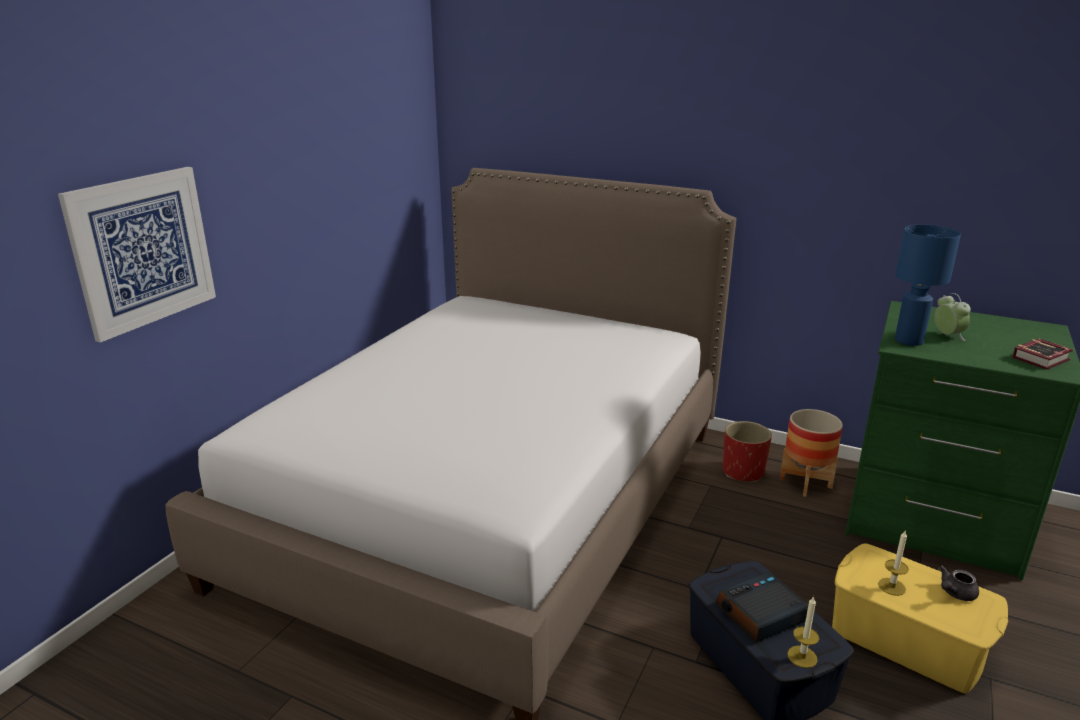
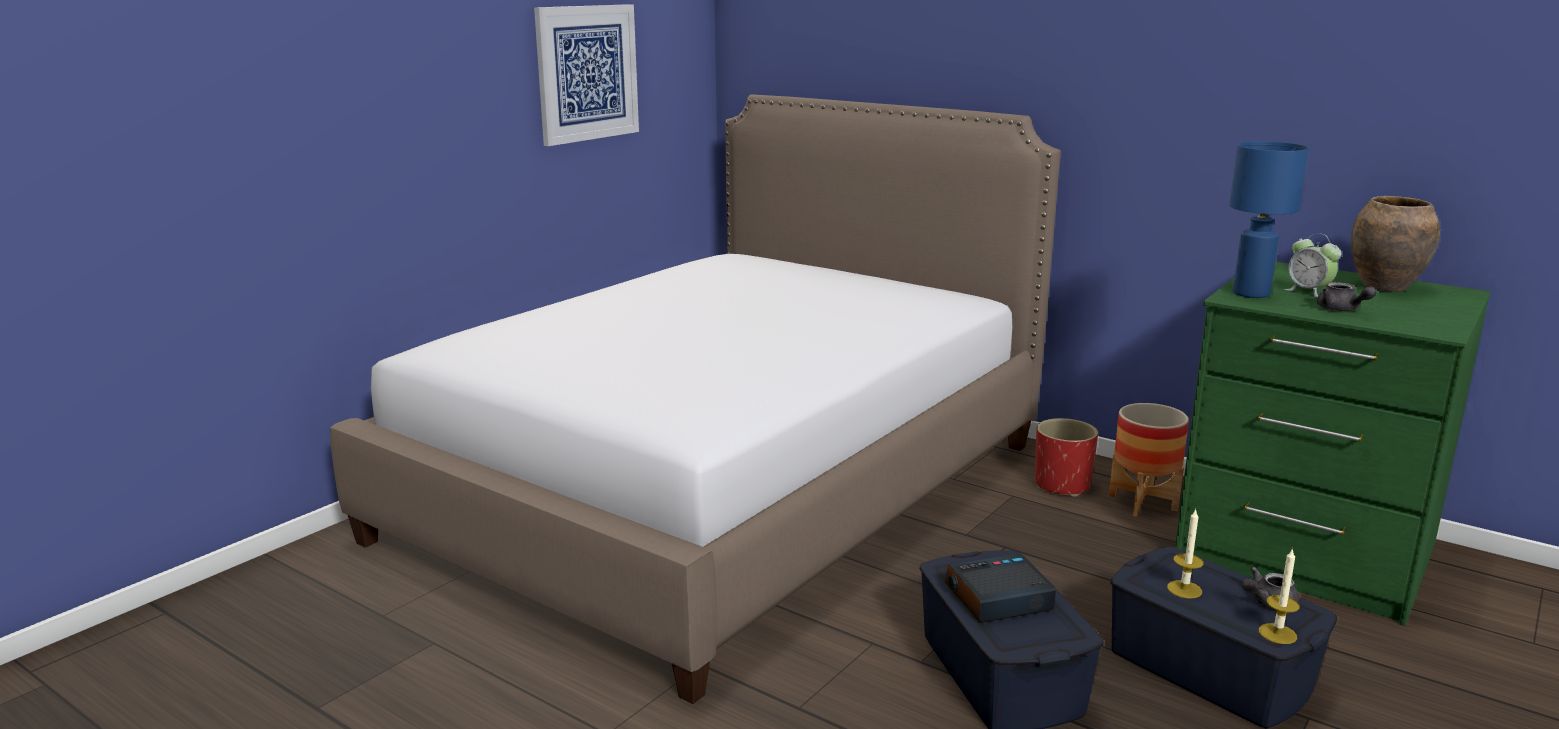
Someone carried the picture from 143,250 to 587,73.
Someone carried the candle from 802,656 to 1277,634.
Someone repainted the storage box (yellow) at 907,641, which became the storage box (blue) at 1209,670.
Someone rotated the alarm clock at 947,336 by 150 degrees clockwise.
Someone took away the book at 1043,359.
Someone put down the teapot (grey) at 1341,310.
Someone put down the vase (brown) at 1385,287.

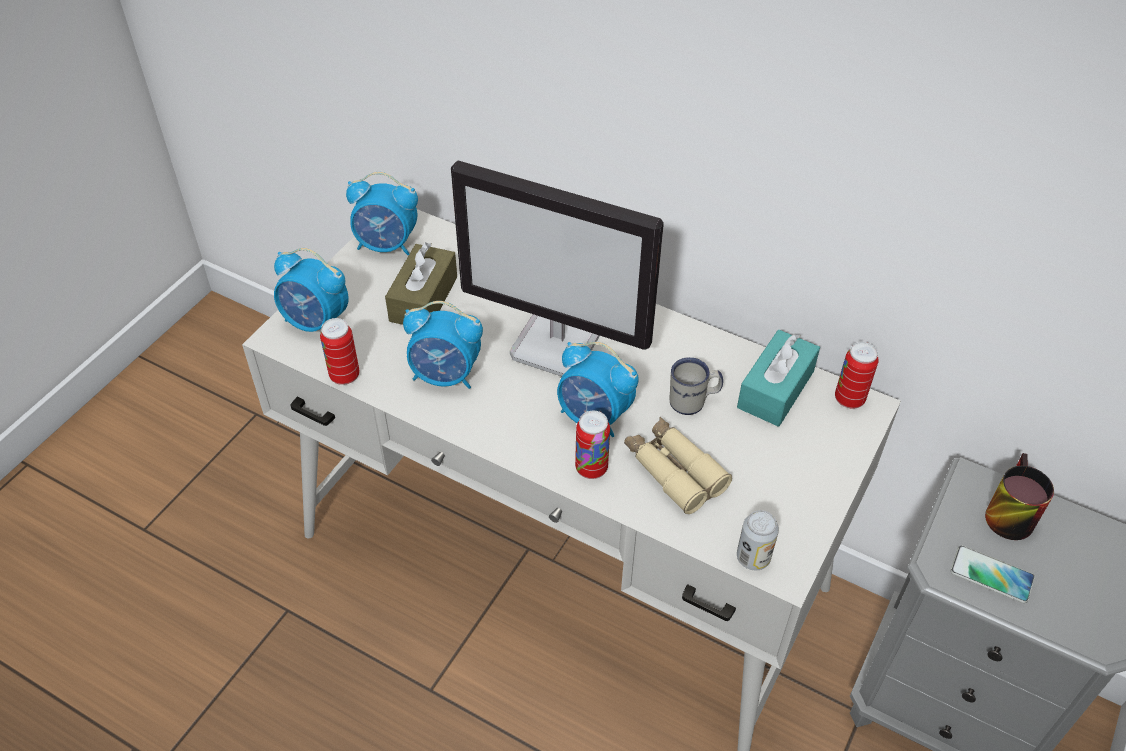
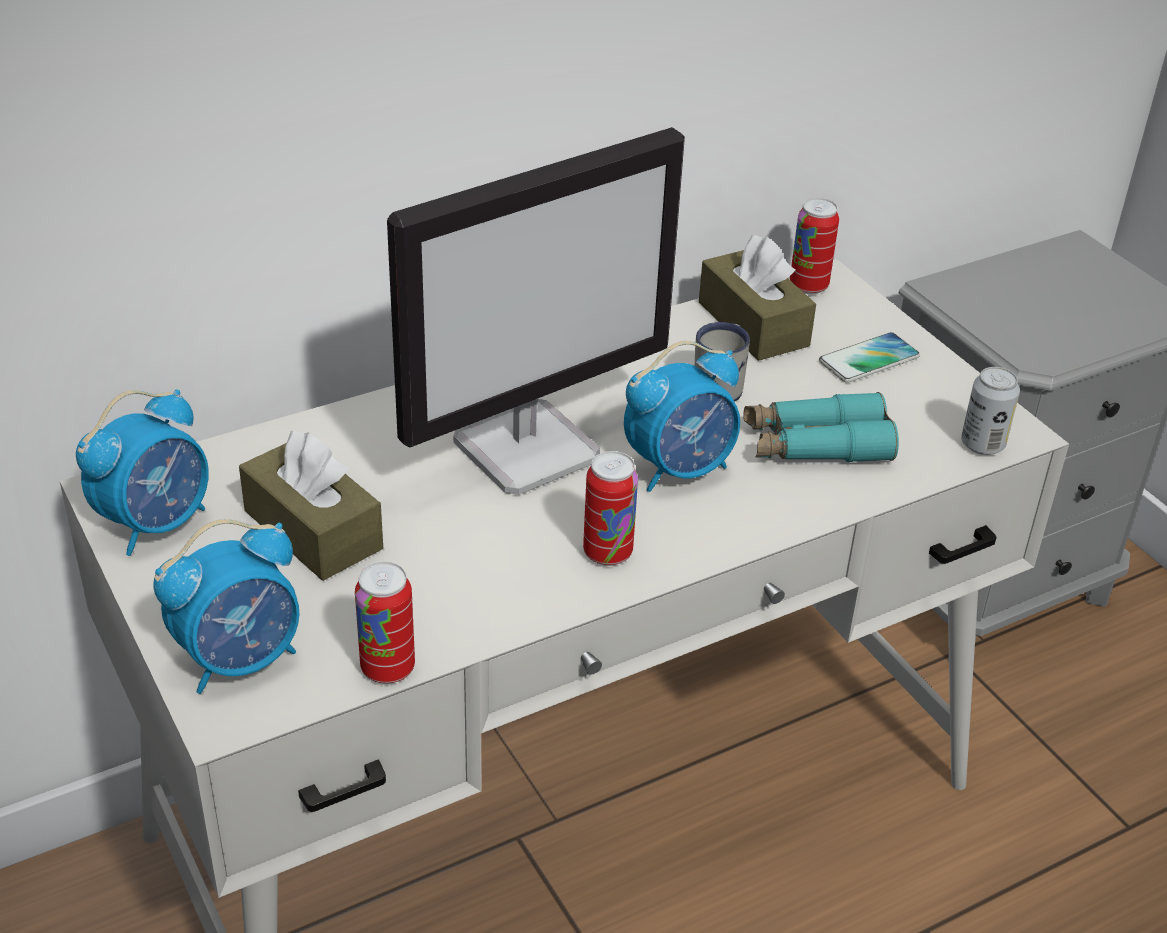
Someone took away the alarm clock at 446,376.
Someone carried the can from 591,468 to 607,553.
Someone repainted the binoculars (beige) at 674,471, which became the binoculars (turquoise) at 816,445.
Someone repainted the tissue box (turquoise) at 775,389, which became the tissue box (brown) at 753,324.
Someone carried the phone from 991,575 to 869,359.
Someone took away the mug at 1005,511.

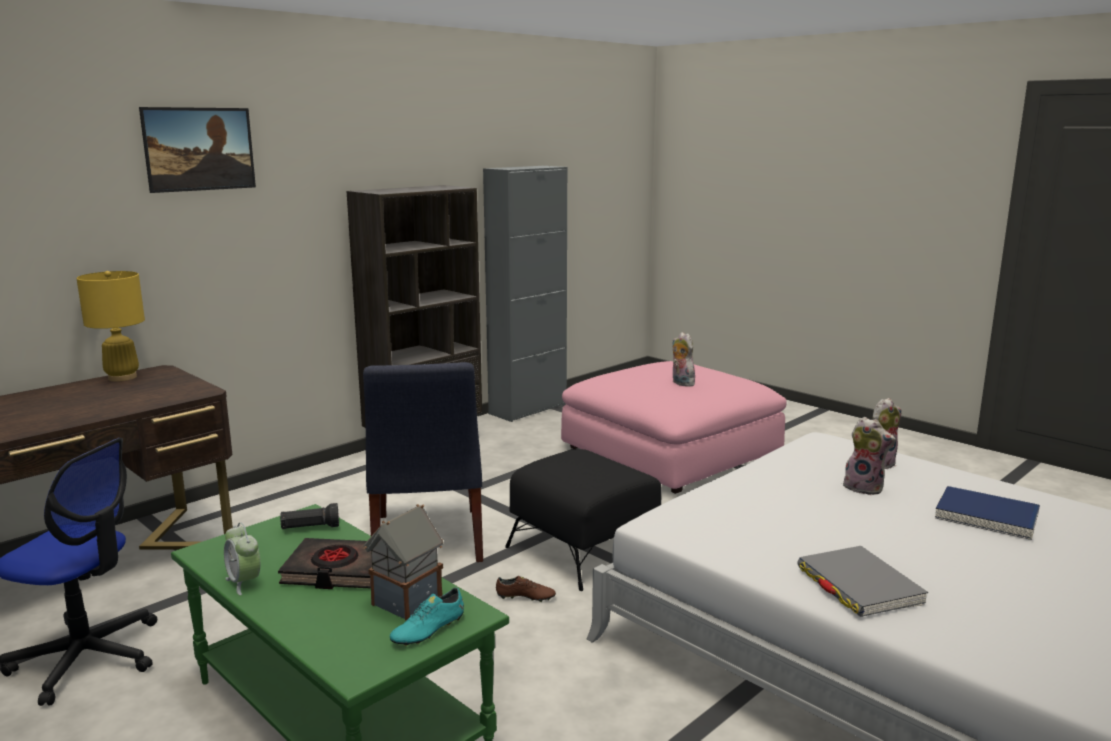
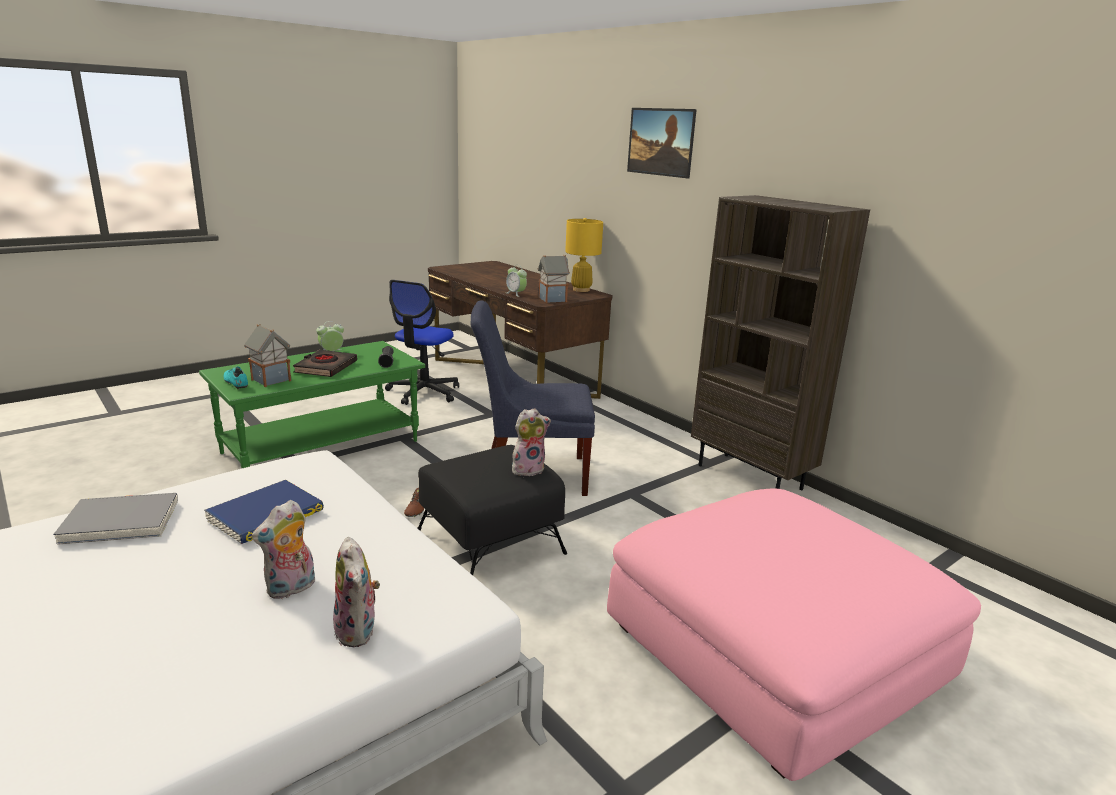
Someone took away the cabinet (grey) at 528,409.
Someone carried the plush toy from 681,383 to 528,469.
Someone carried the book (blue) from 986,516 to 266,516.
Someone put down the alarm clock at 516,294.
Someone put down the toy house at 551,300.

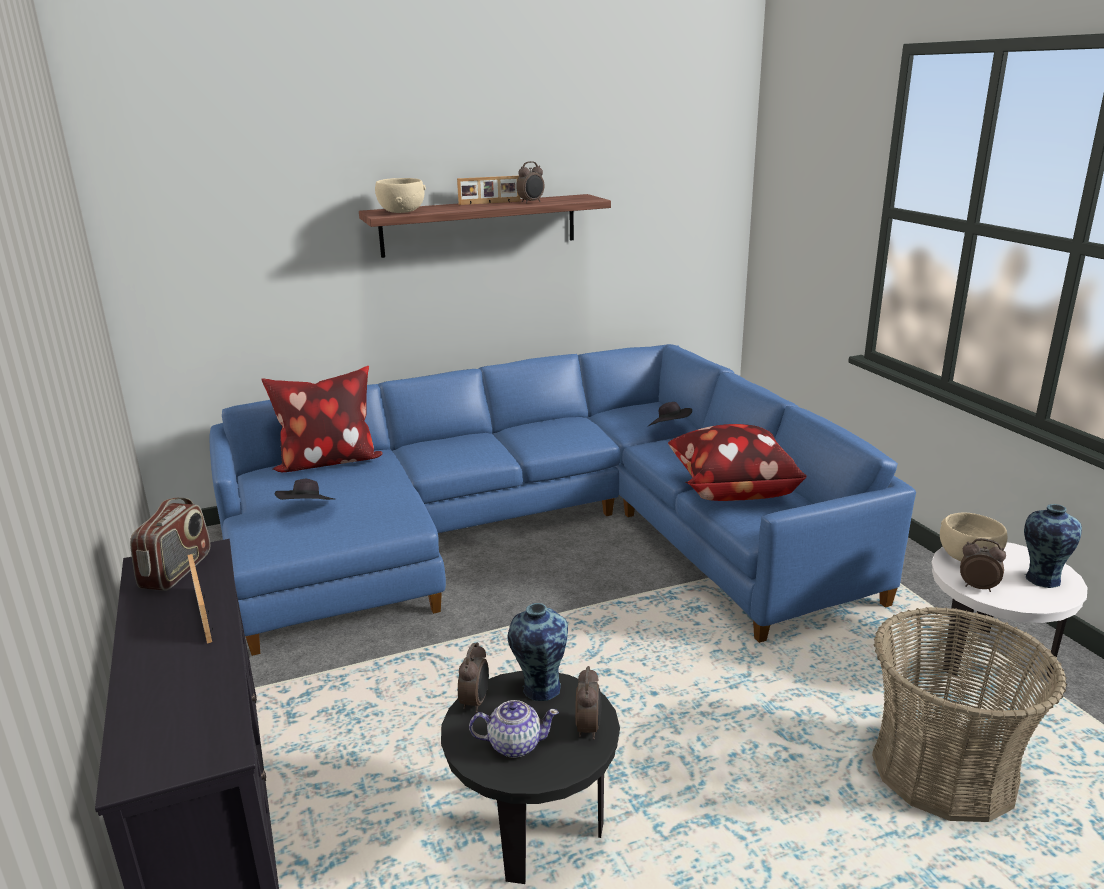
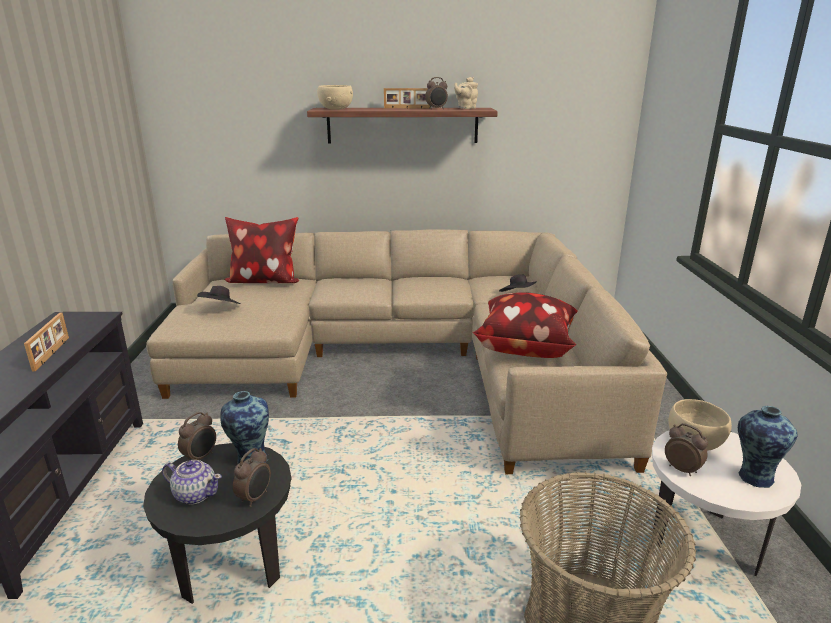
Someone took away the radio at 177,571.
Someone repainted the sofa (blue) at 540,533, which became the sofa (beige) at 404,358.
Someone put down the teapot (beige) at 465,108.

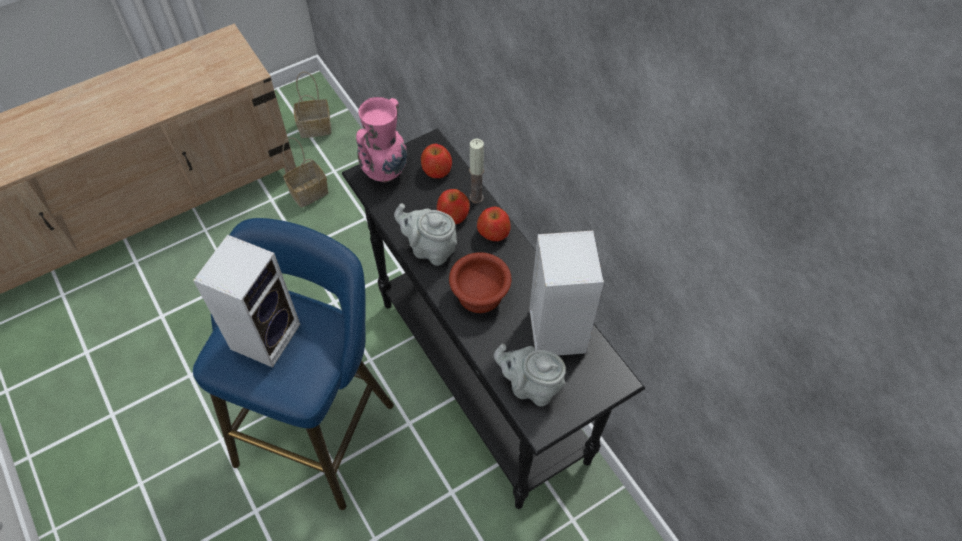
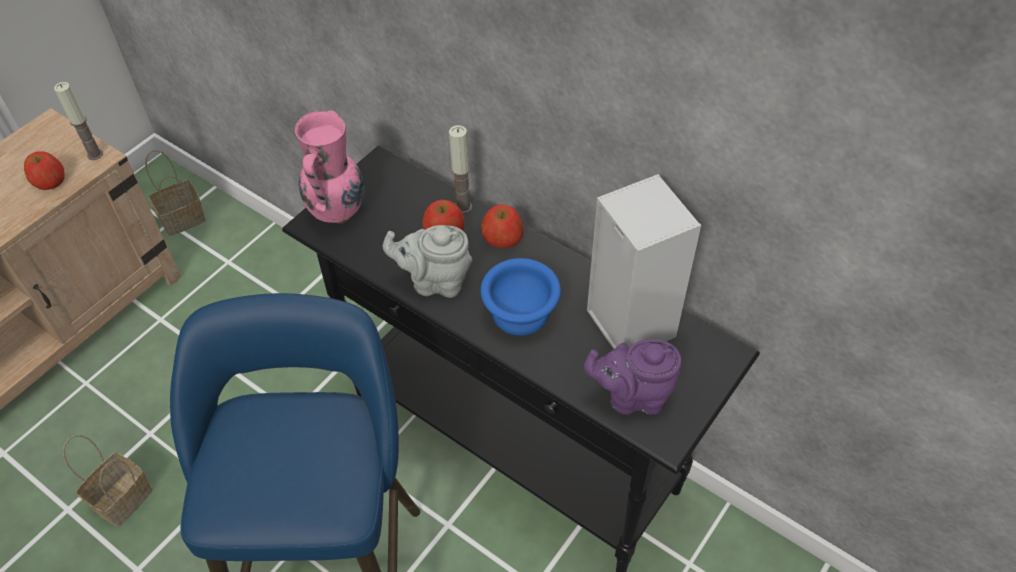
Someone took away the speaker at 266,334.
Someone carried the basket from 309,191 to 123,497.
Someone carried the apple from 436,169 to 49,181.
Someone repainted the bowl (brown) at 480,292, which became the bowl (blue) at 520,310.
Someone repainted the teapot (grey) at 531,387, which became the teapot (purple) at 632,396.
Someone put down the candle at 95,154.

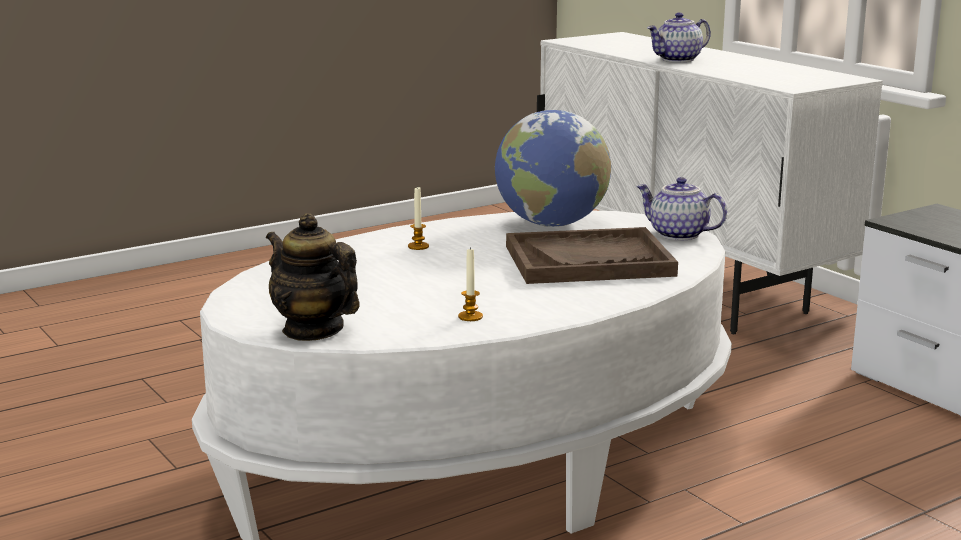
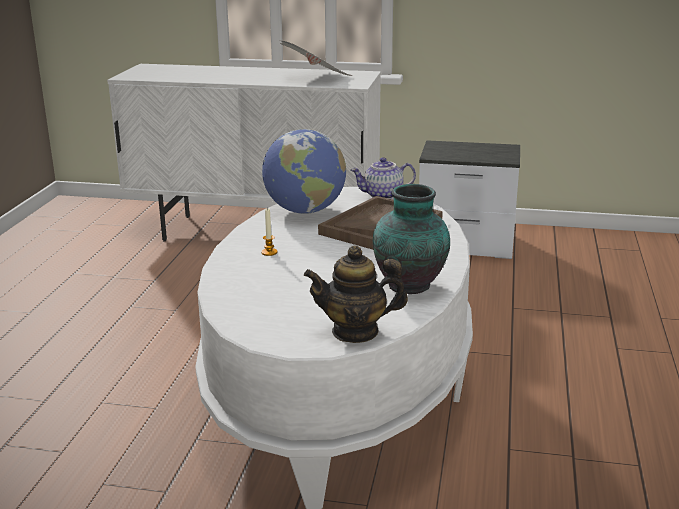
Someone swapped the candle at 470,317 for the vase at 411,285.
Someone took away the teapot at 678,60.
Someone put down the newspaper at 316,78.

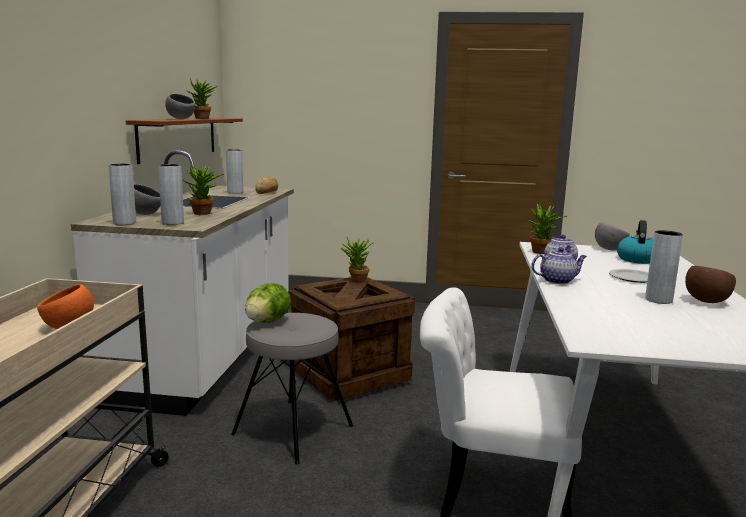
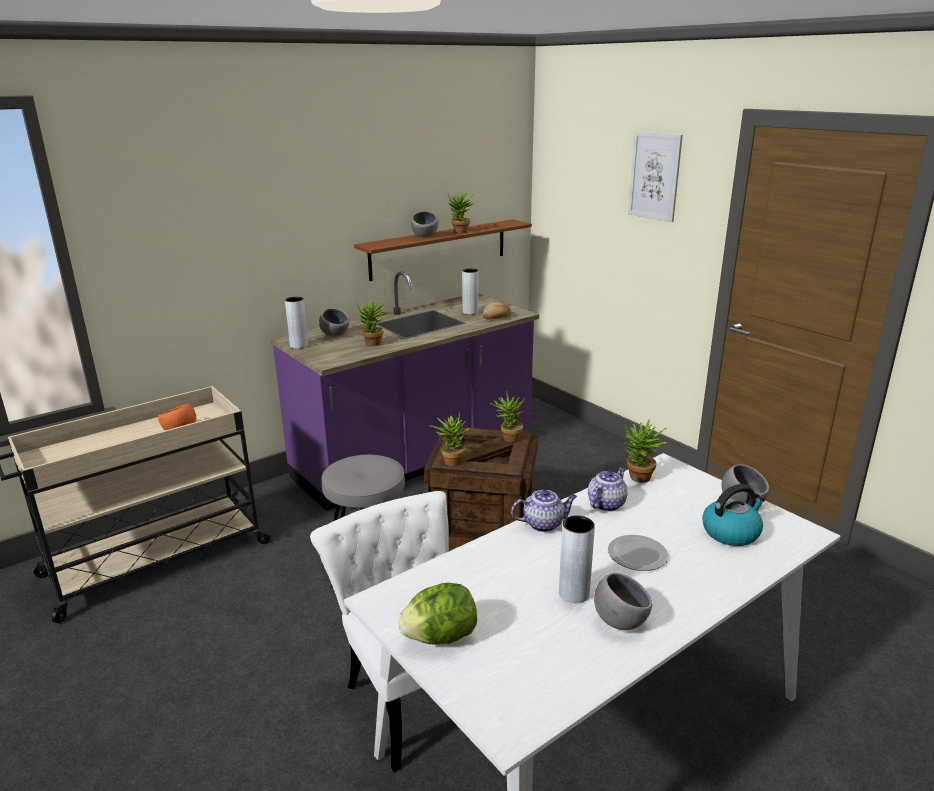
Someone repainted the counter (white) at 210,353, which became the counter (purple) at 416,460.
Someone took away the vase (grey) at 172,223.
Someone carried the lettuce from 267,322 to 440,637.
Someone rotated the teapot at 557,281 by 45 degrees counterclockwise.
Someone repainted the bowl (brown) at 706,302, which became the bowl (grey) at 619,621.
Someone put down the potted plant at 450,460.
Someone put up the picture at 654,176.

